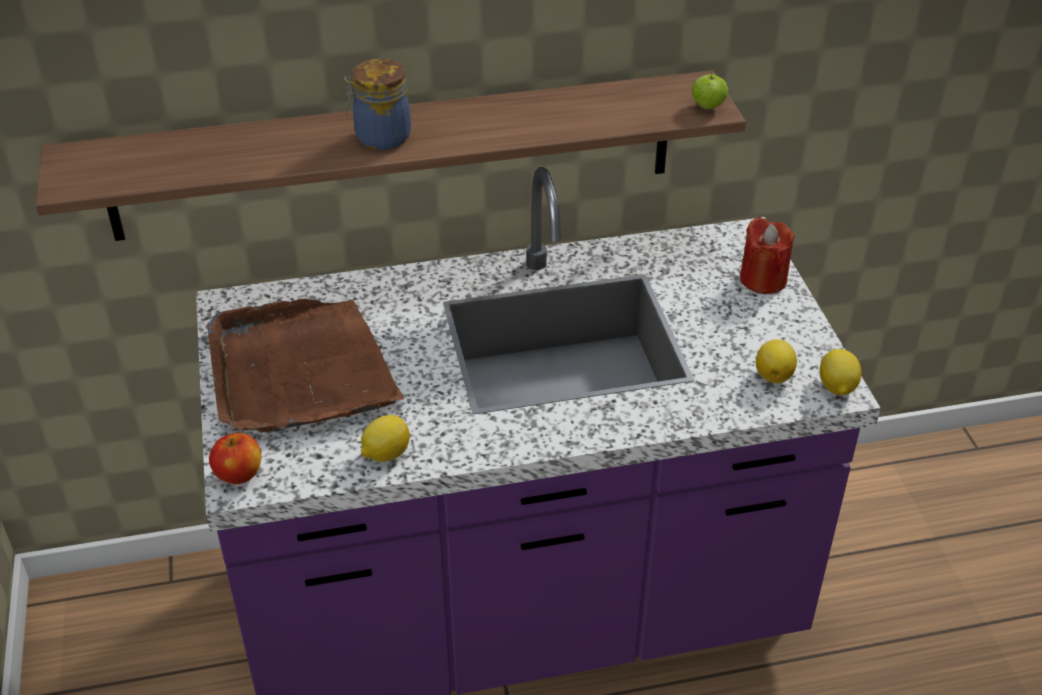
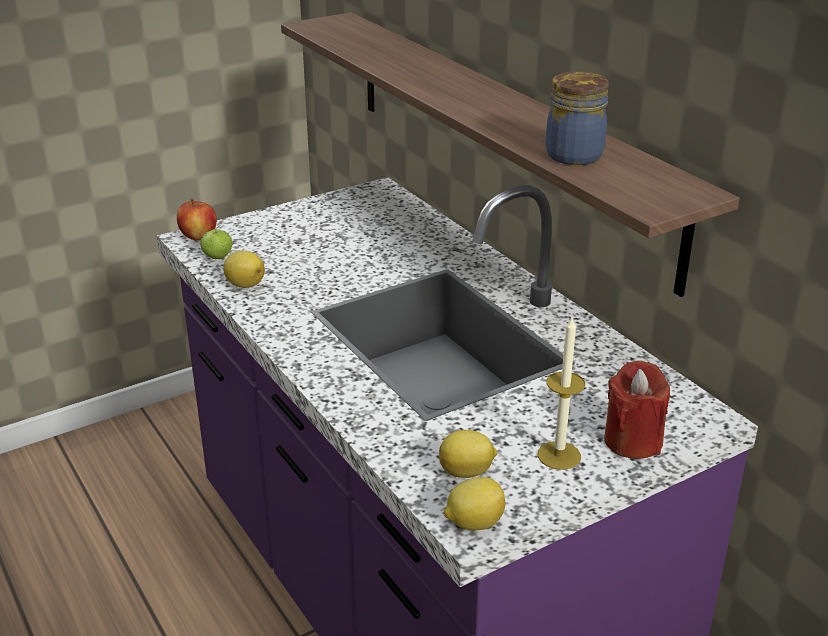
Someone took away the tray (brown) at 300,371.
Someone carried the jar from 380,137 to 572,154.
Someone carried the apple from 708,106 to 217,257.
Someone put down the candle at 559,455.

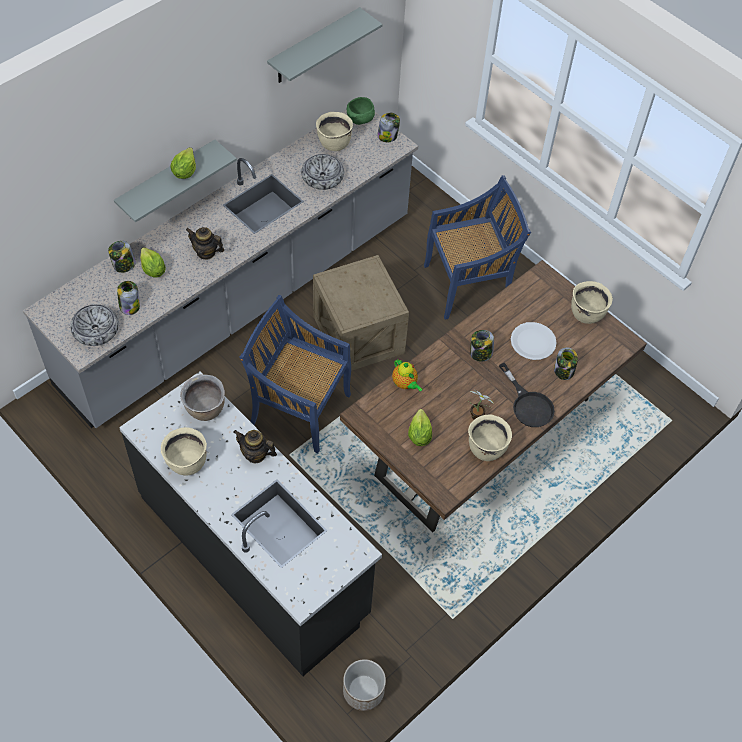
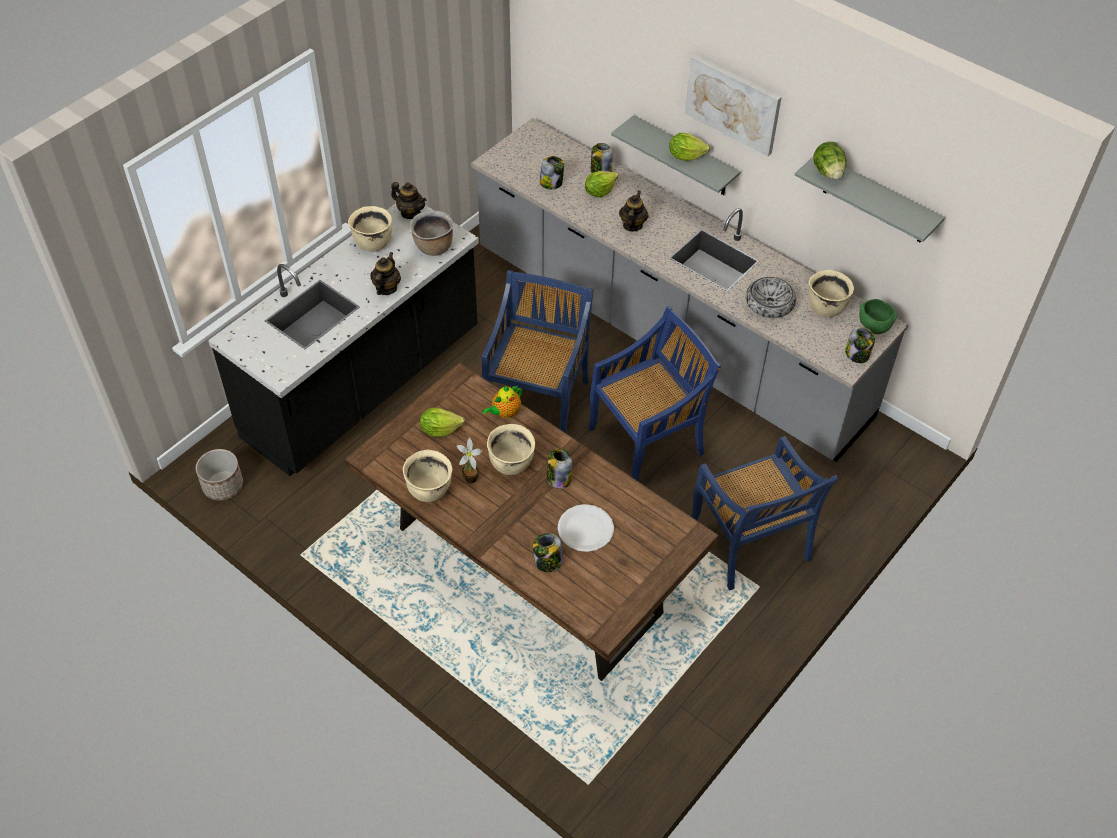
Someone took away the bowl at 96,329.
Someone swapped the crate at 358,334 for the chair (blue) at 647,440.
Someone took away the frying pan (black) at 528,404.
Someone carried the cooking pot (beige) from 586,313 to 511,464.
Someone put down the teapot at 410,213.
Someone put up the picture at 733,103.
Someone put down the lettuce at 828,172.

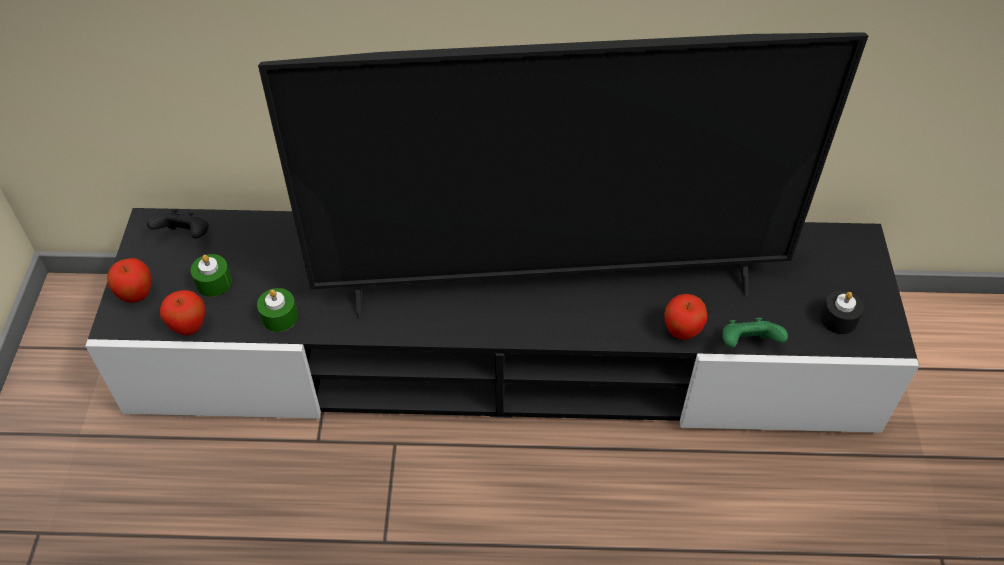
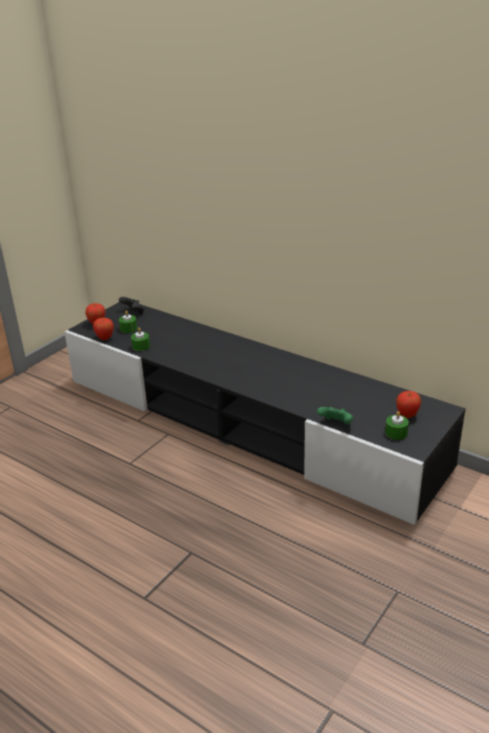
Someone took away the television at 551,285.
Someone carried the apple from 681,332 to 407,415.
Someone repainted the candle (black) at 838,319, which became the candle (green) at 396,433.

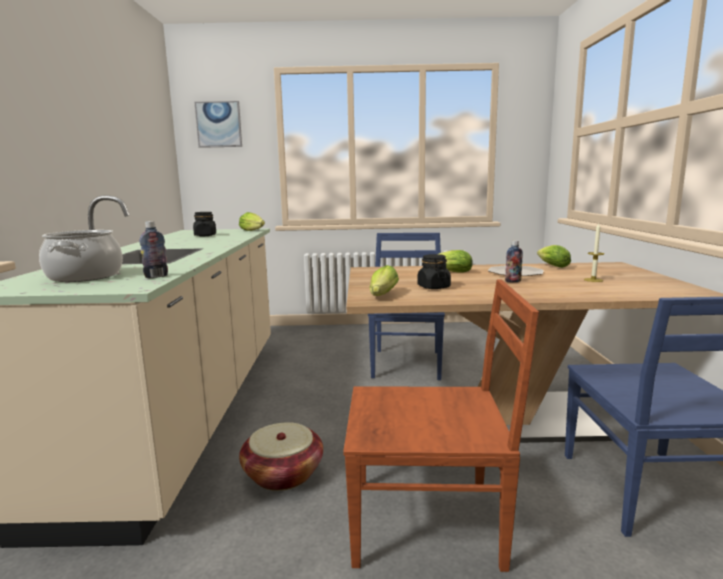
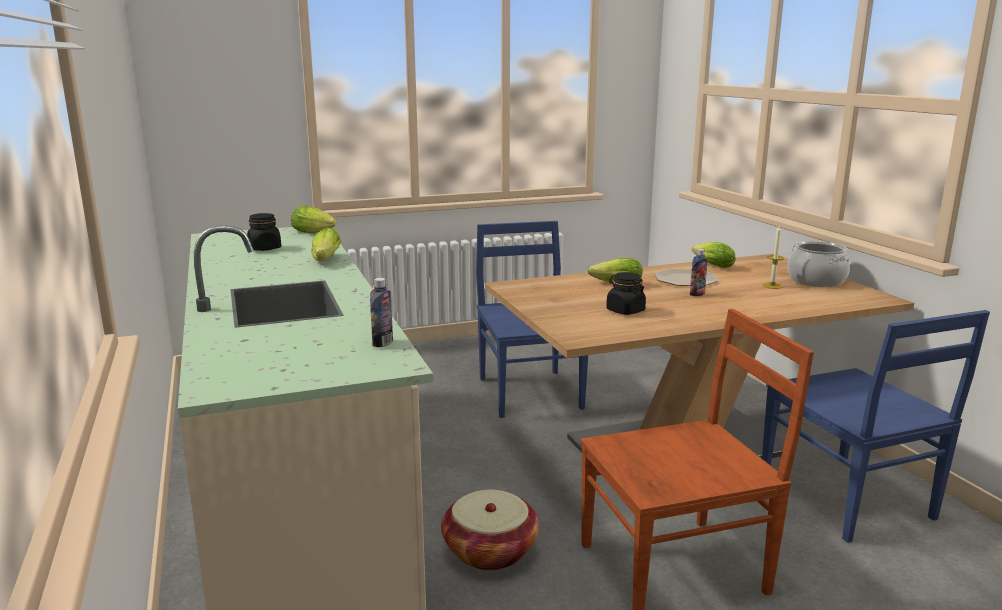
Someone carried the cooking pot from 85,276 to 816,280.
Someone took away the picture at 219,124.
Someone carried the lettuce from 382,296 to 325,260.

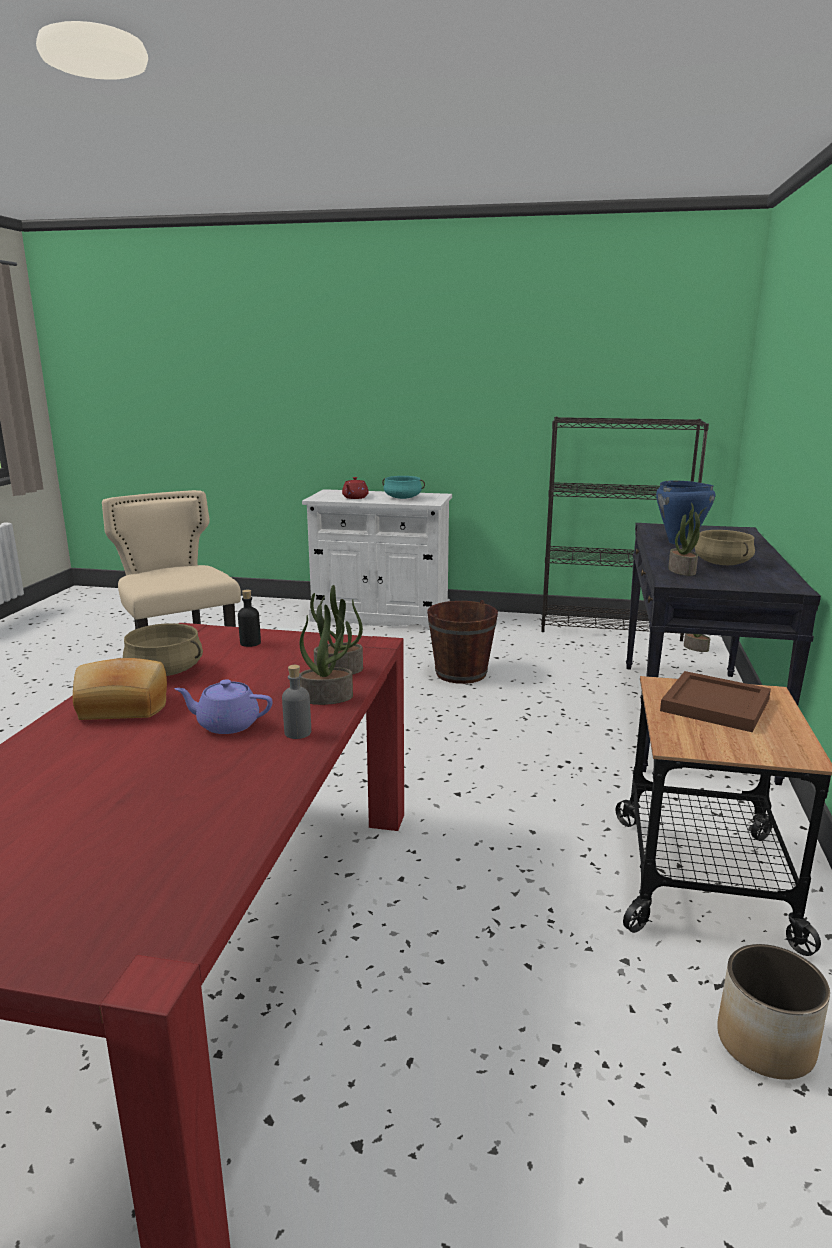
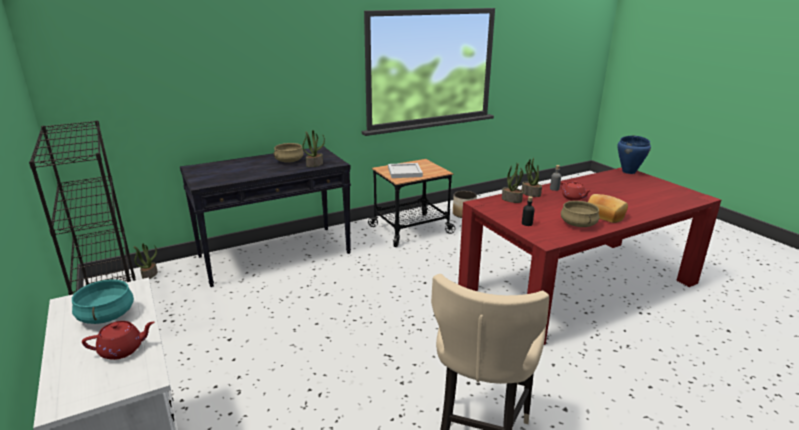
Someone repainted the teapot (purple) at 226,725, which became the teapot (red) at 573,198.
Someone took away the bucket (brown) at 461,673.
Someone carried the cooking pot (blue) from 680,542 to 629,171.
Someone repainted the tray (brown) at 717,705, which became the tray (white) at 404,172.

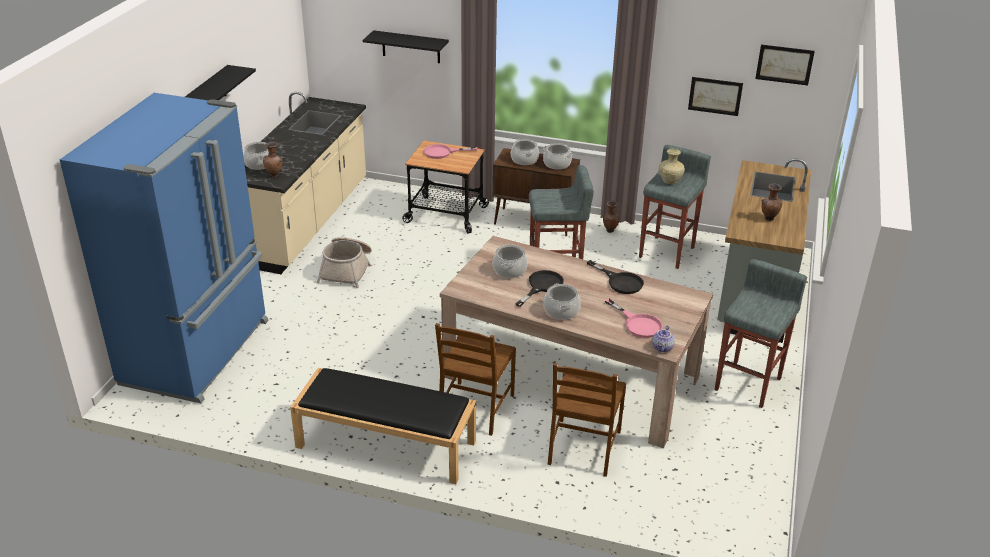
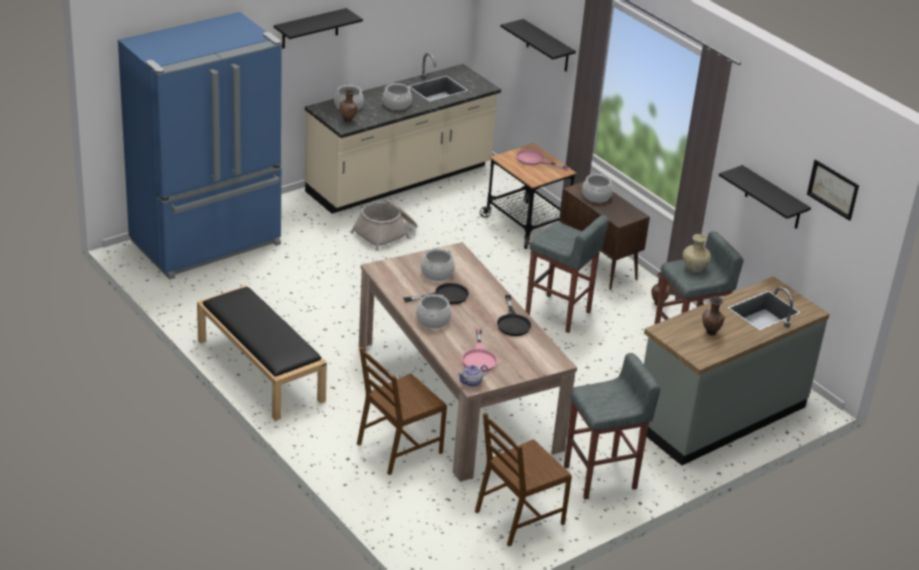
Someone carried the chair (brown) from 475,408 to 518,517.
Someone carried the cooking pot from 557,164 to 397,104.
Someone swapped the picture at 715,96 for the shelf (black) at 773,198.

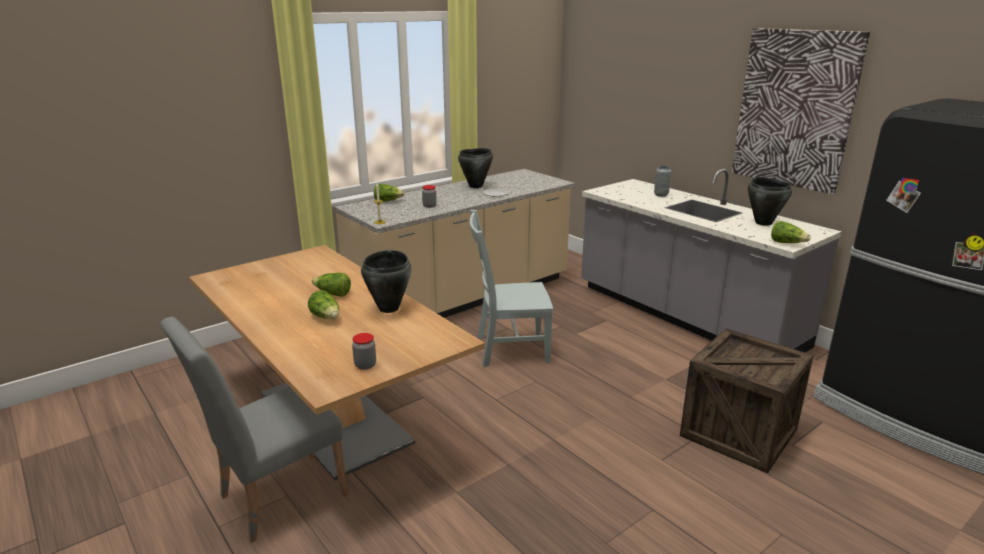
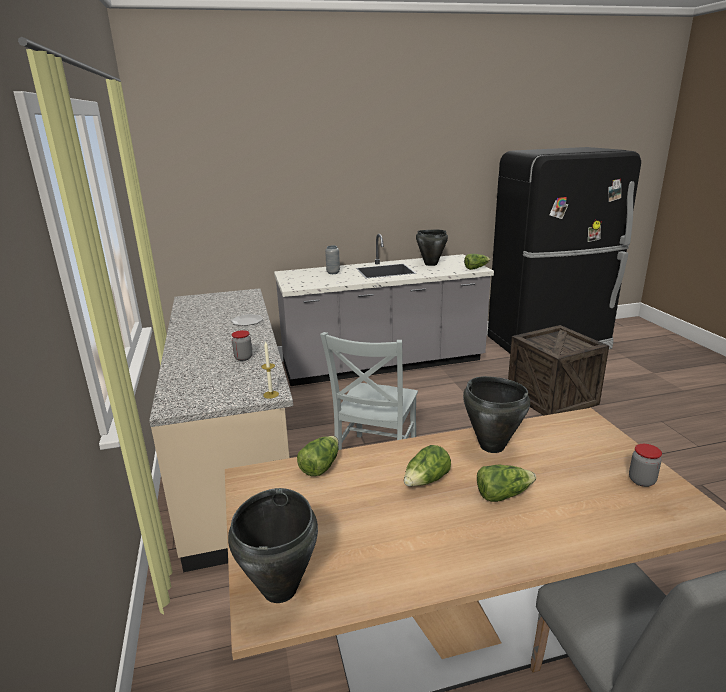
Someone carried the lettuce from 388,201 to 320,466.
Someone carried the cooking pot (black) from 476,186 to 281,589.
Someone took away the picture at 795,109.

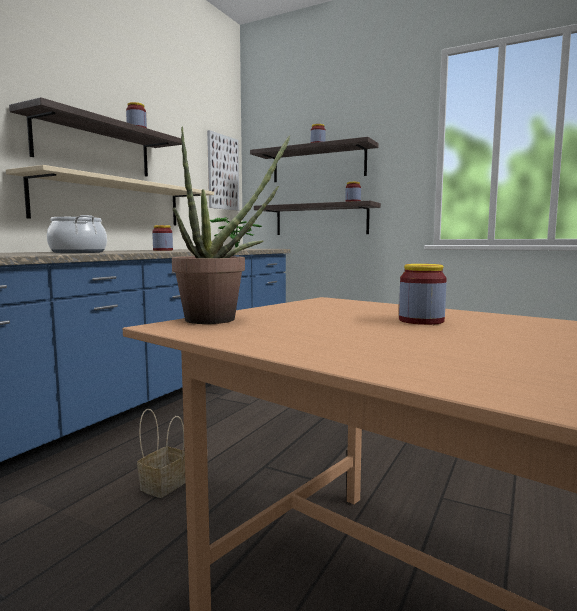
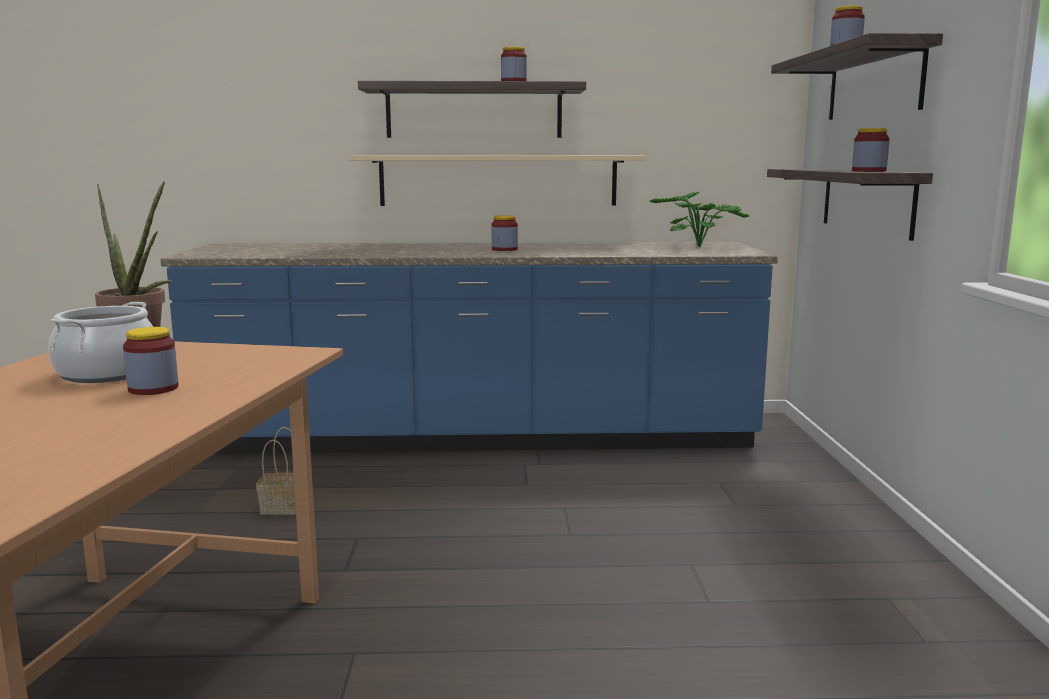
Someone carried the cooking pot from 78,252 to 108,373.
Someone took away the picture at 222,172.

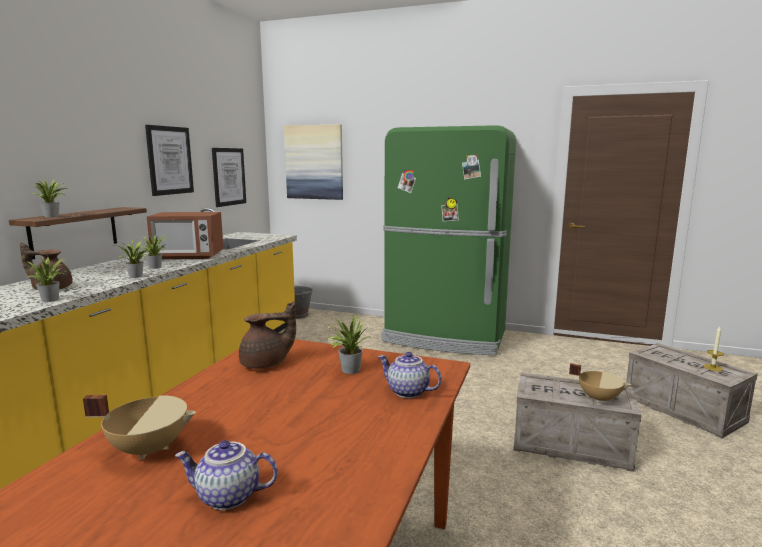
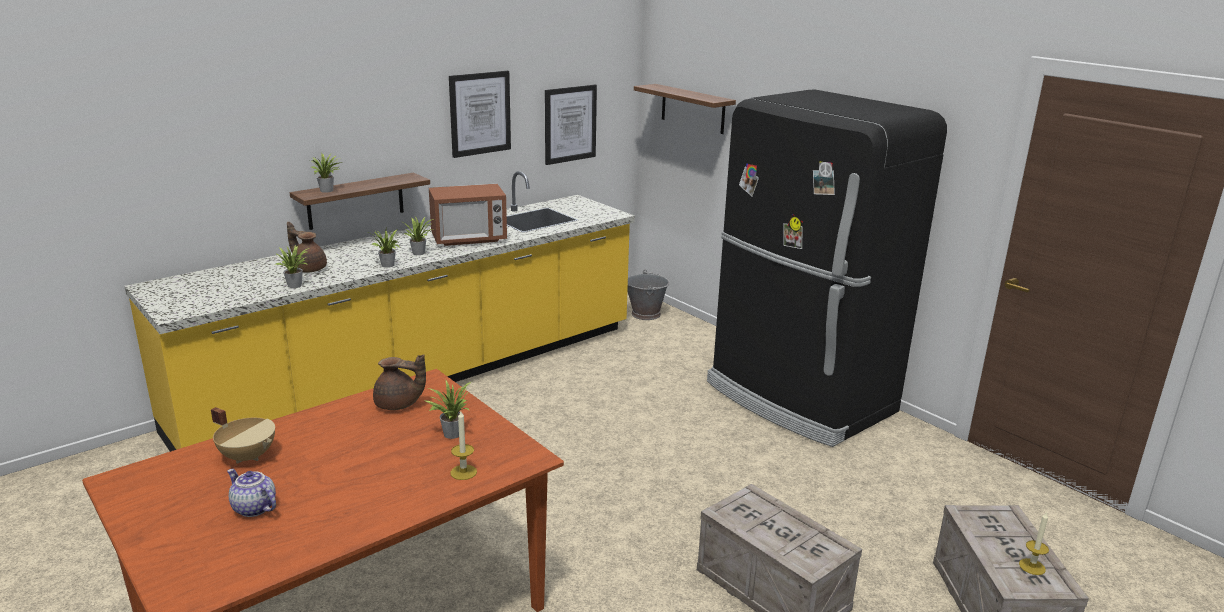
Someone rotated the microwave at 188,256 by 45 degrees counterclockwise.
Someone swapped the picture at 314,162 for the shelf at 693,109.
Someone swapped the teapot at 407,392 for the candle at 463,472.
Someone repainted the fridge (green) at 445,337, which became the fridge (black) at 799,399.
Someone took away the cooking pot (beige) at 599,398.

